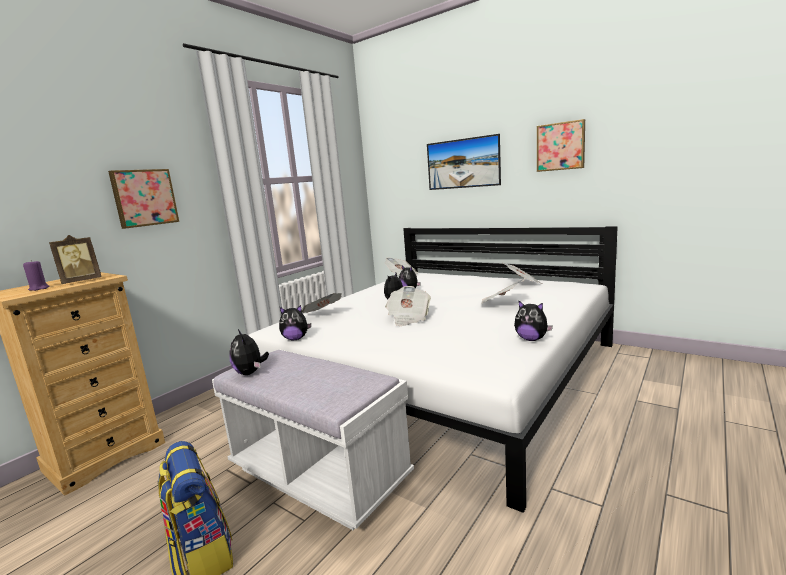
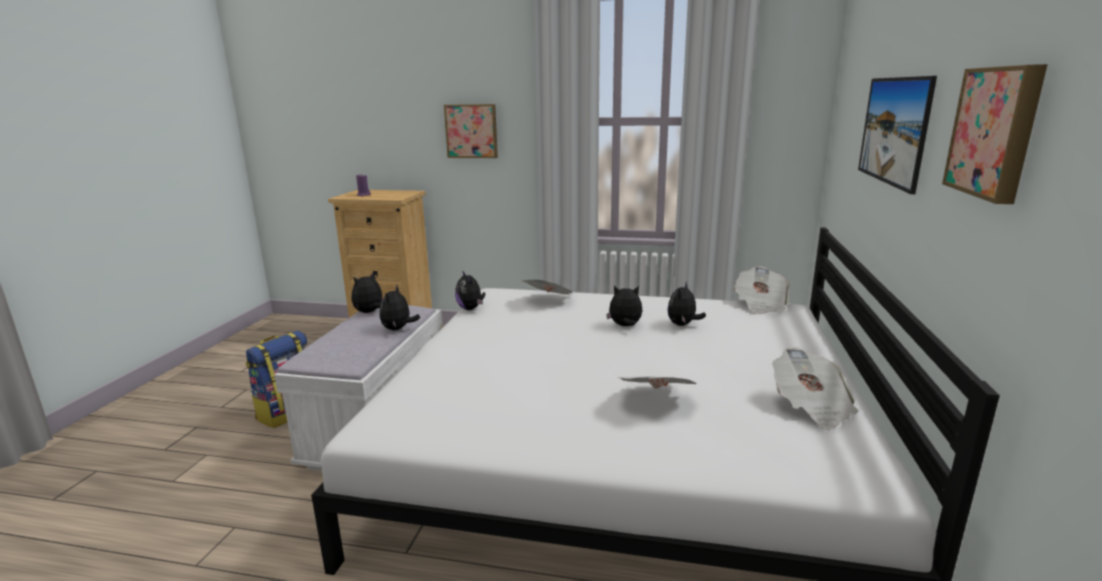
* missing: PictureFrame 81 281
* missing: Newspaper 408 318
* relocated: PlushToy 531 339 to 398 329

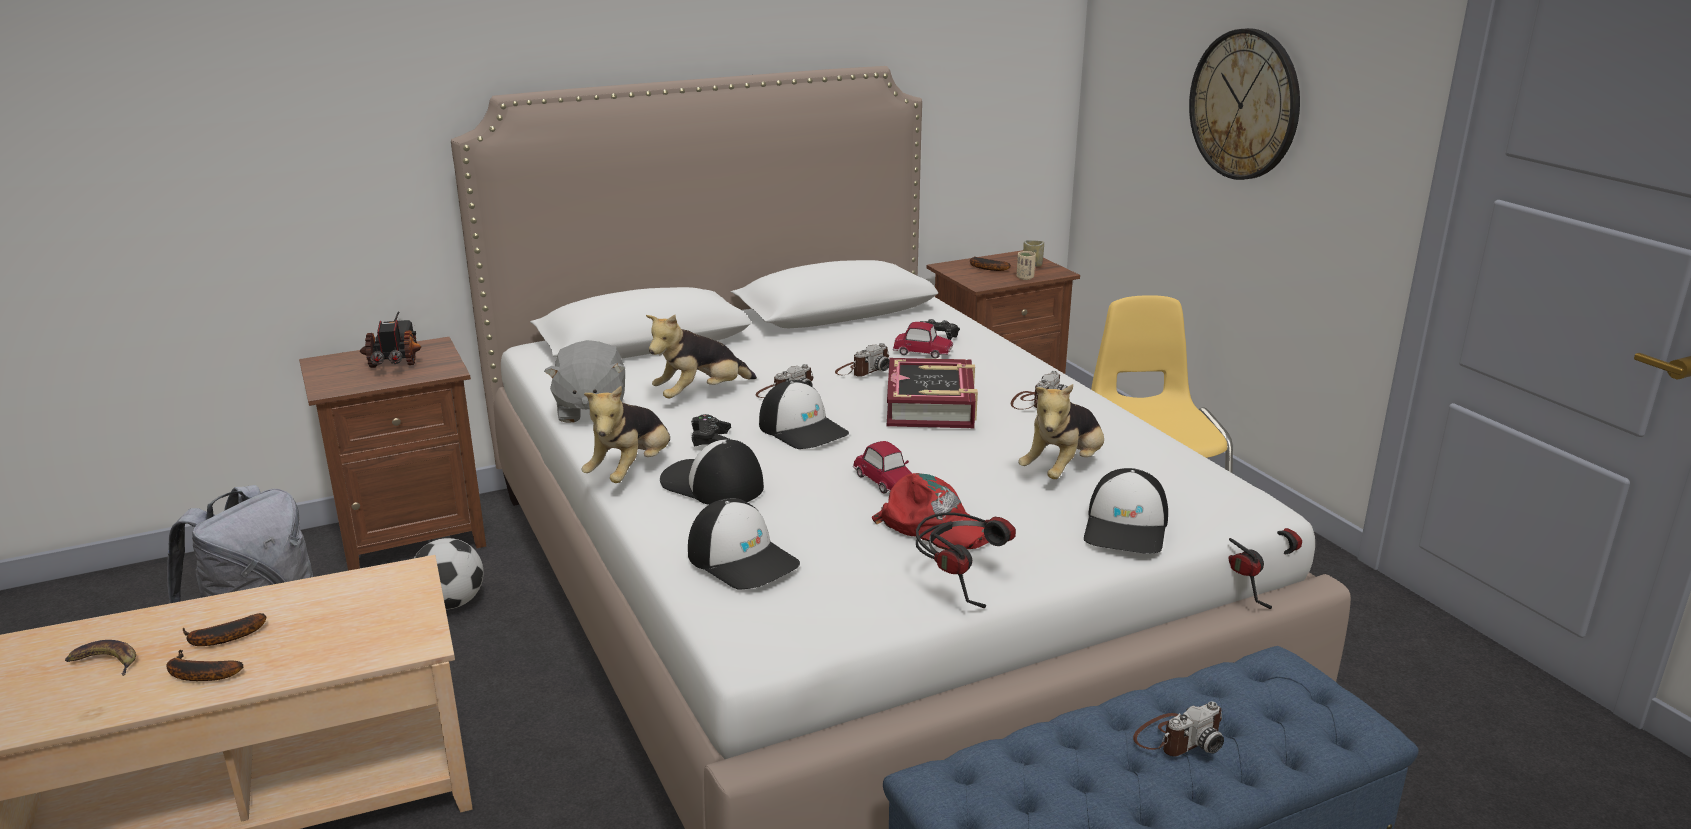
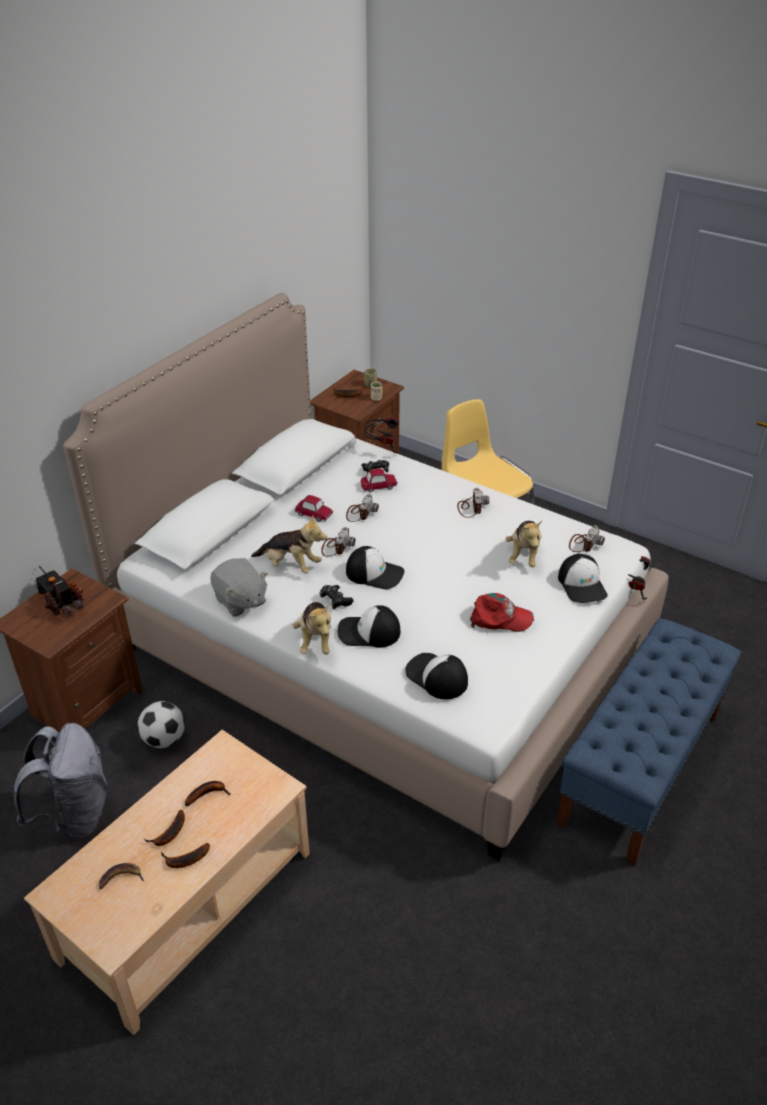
* missing: WallClock 1245 104
* spun: PlushToy 701 395 = 290 565 90 degrees counterclockwise
* missing: Book 931 405
* relocated: ToyCar 885 481 to 314 514
* spun: Cap 743 559 = 436 677 150 degrees counterclockwise
* relocated: Headphones 959 585 to 382 447
* relocated: PhotoCamera 1177 738 to 584 543
* appeared: Banana 208 793

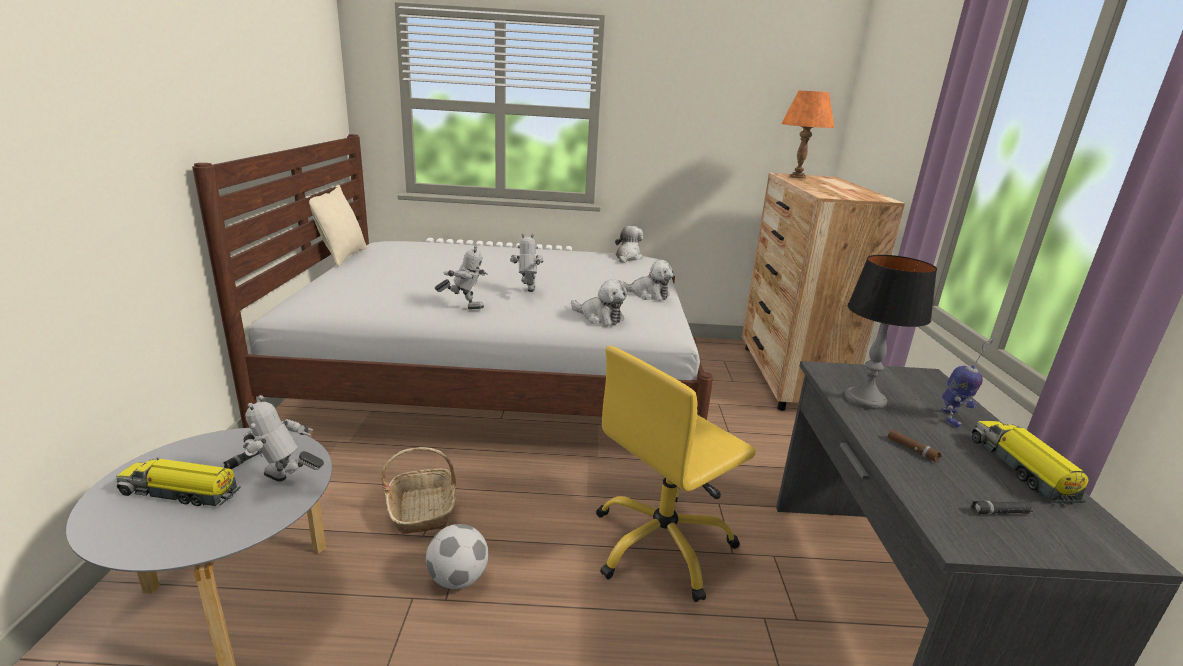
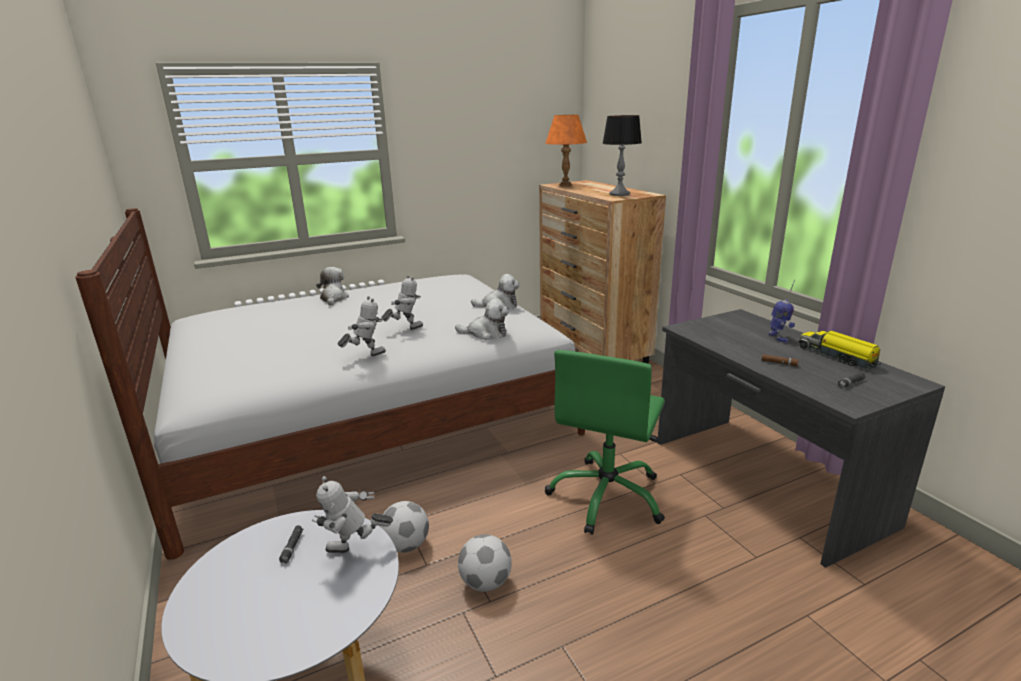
* missing: BeigePillow 342 256
* relocated: PlushToy 627 257 to 333 298
* spun: ToyRobot 527 293 = 405 329 90 degrees clockwise
* relocated: TableLamp 864 400 to 619 194
* colour: YellowOfficeChair 662 545 to GreenOfficeChair 607 496
* exchanged: Basket 423 509 to Football 406 545
* missing: ToyTruck 181 493

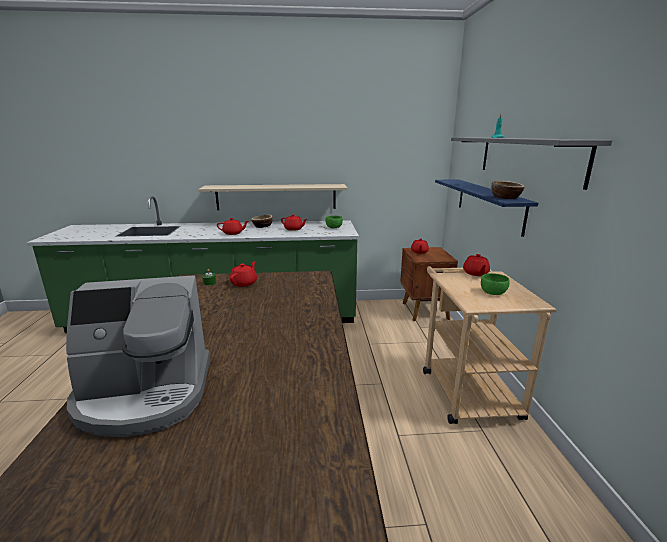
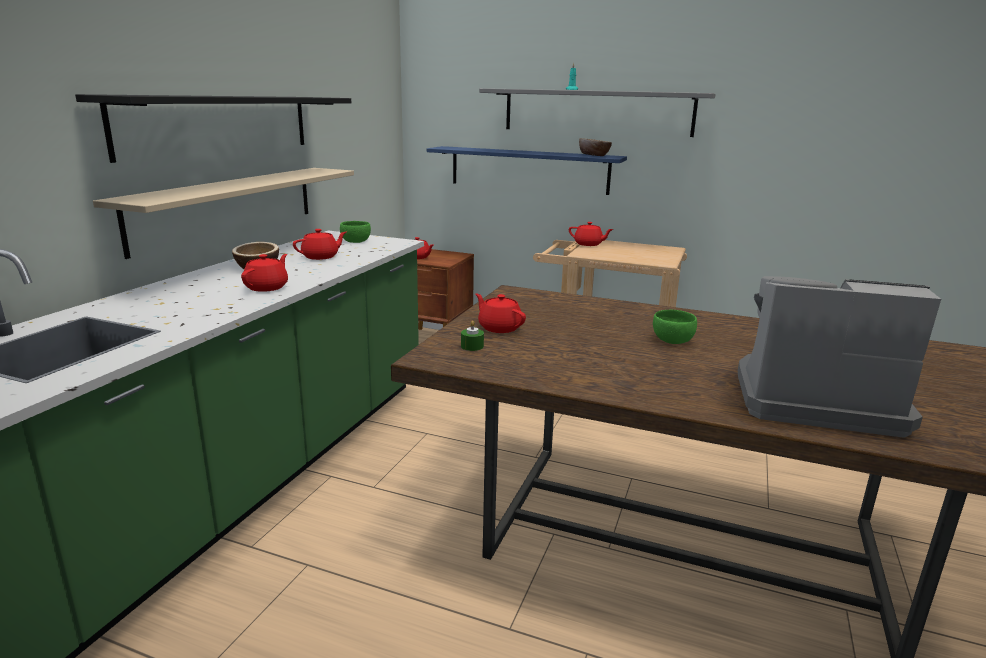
* relocated: GreenBowl 493 292 to 673 340
* spun: CoffeeMachine 146 394 = 813 400 90 degrees counterclockwise
* appeared: BlackShelf 220 124

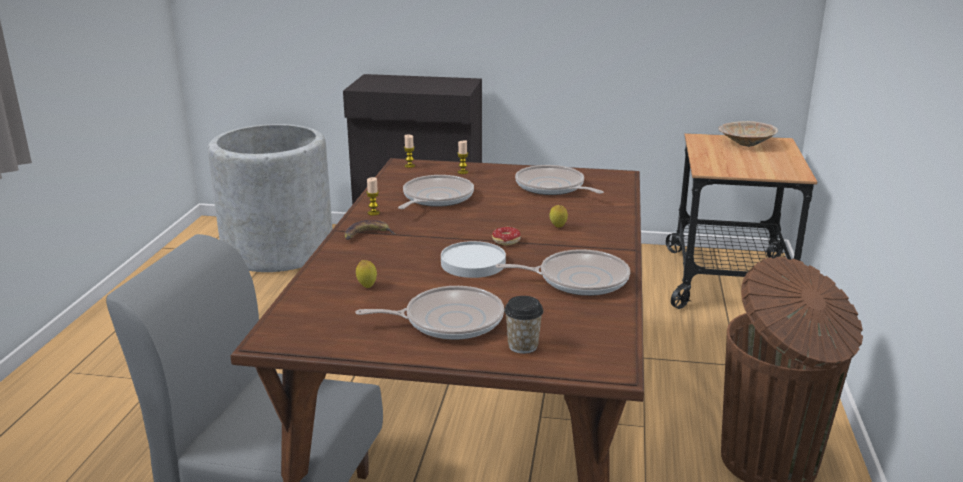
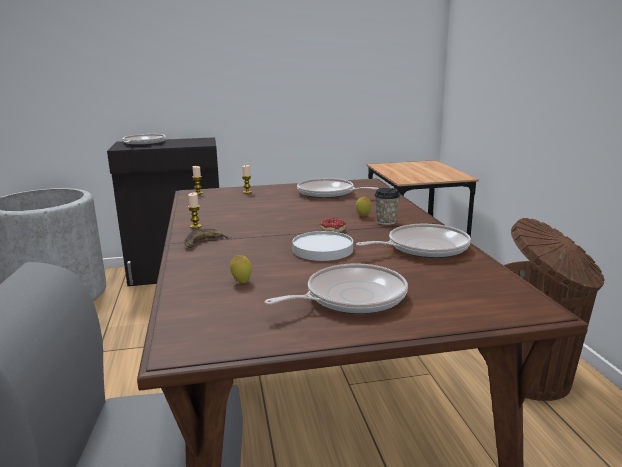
* missing: BeigeBowl 745 144
* relocated: FryingPan 435 198 to 143 143
* relocated: Cup 523 346 to 386 222

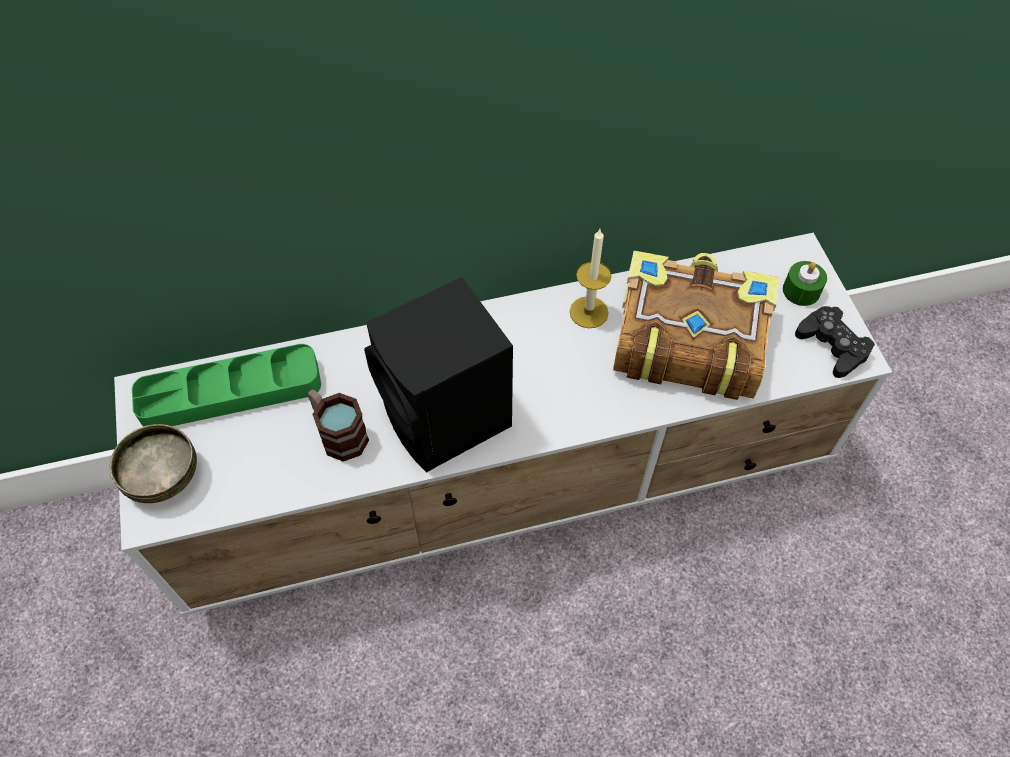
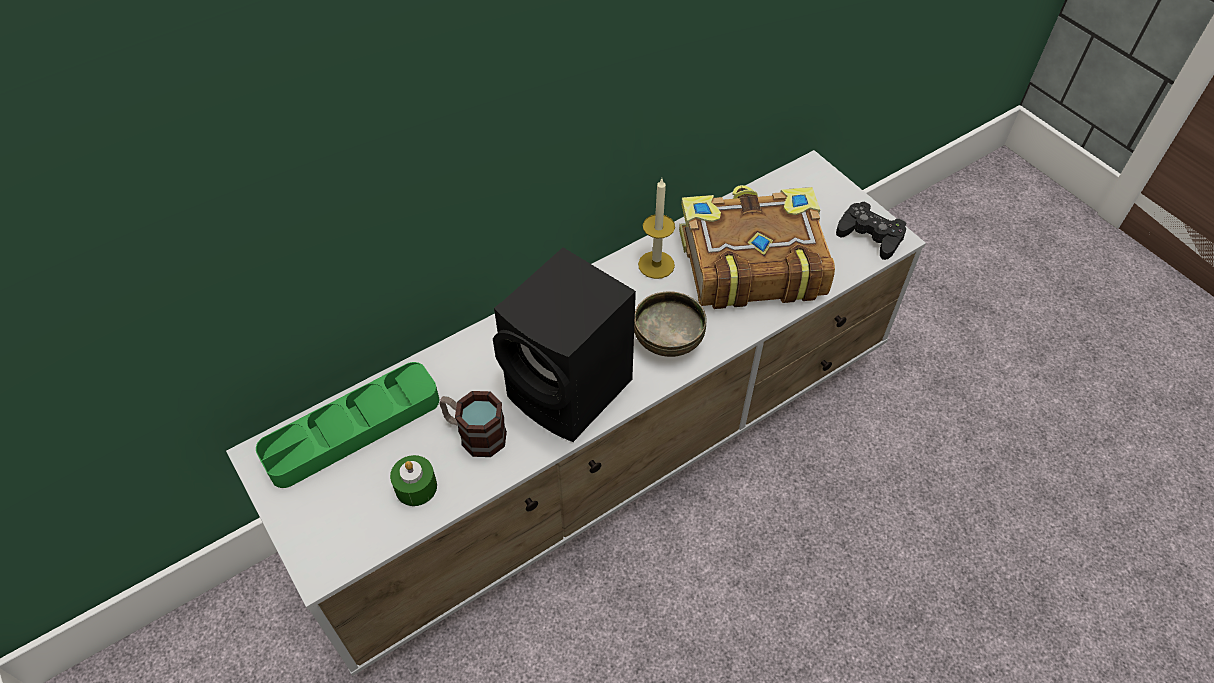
* relocated: GreenCandle 801 291 to 416 487
* relocated: Bowl 162 477 to 667 341

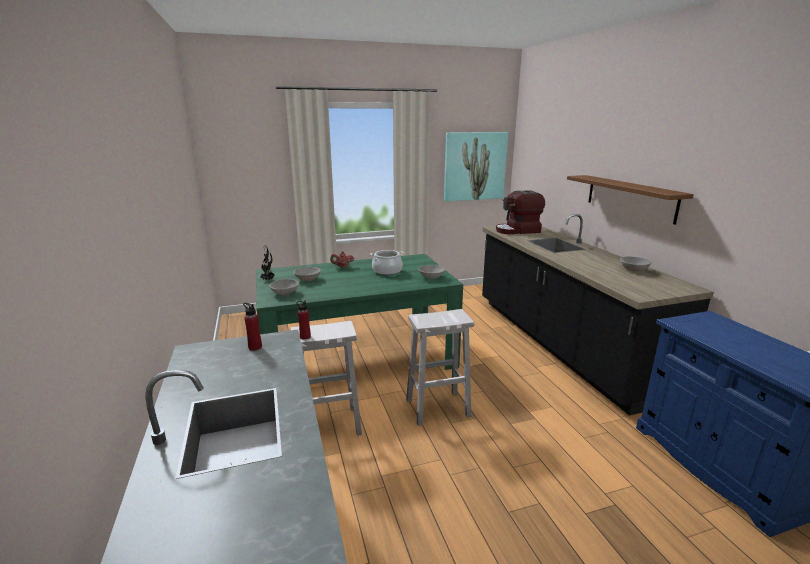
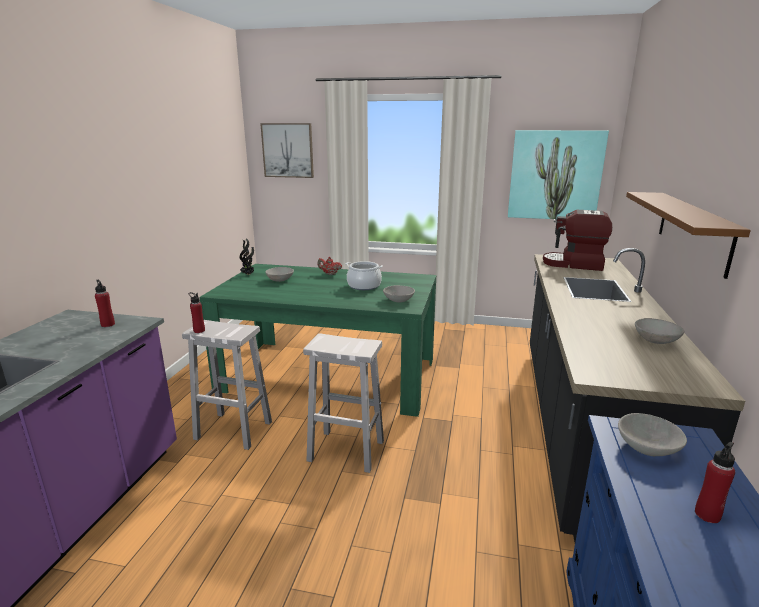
* relocated: GreyBowl 285 293 to 647 448
* appeared: Picture 288 150
* appeared: RedBottle 707 514

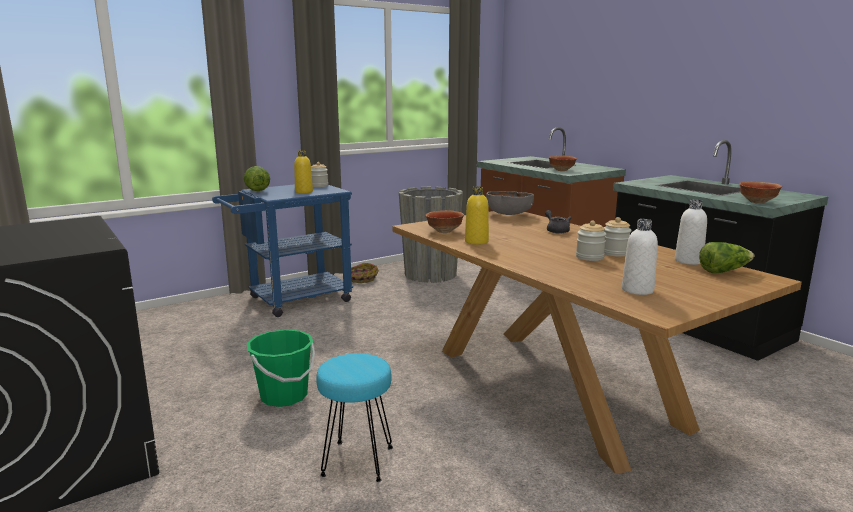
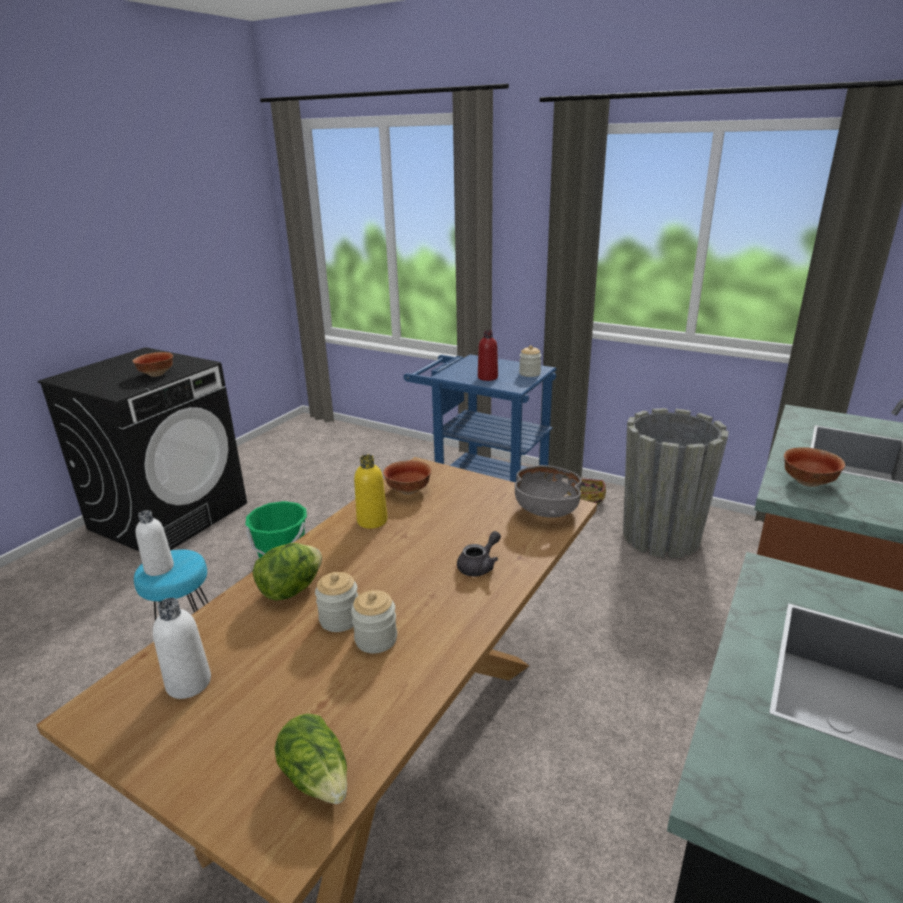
* colour: YellowBottle 304 192 to RedBottle 487 377
* relocated: Lettuce 257 190 to 291 590
* relocated: Bowl 758 202 to 156 374
* relocated: WhiteBottle 688 261 to 159 568

